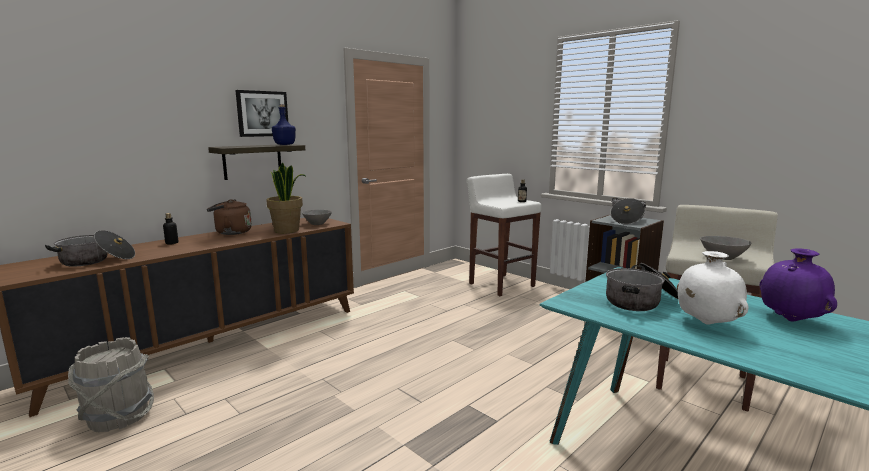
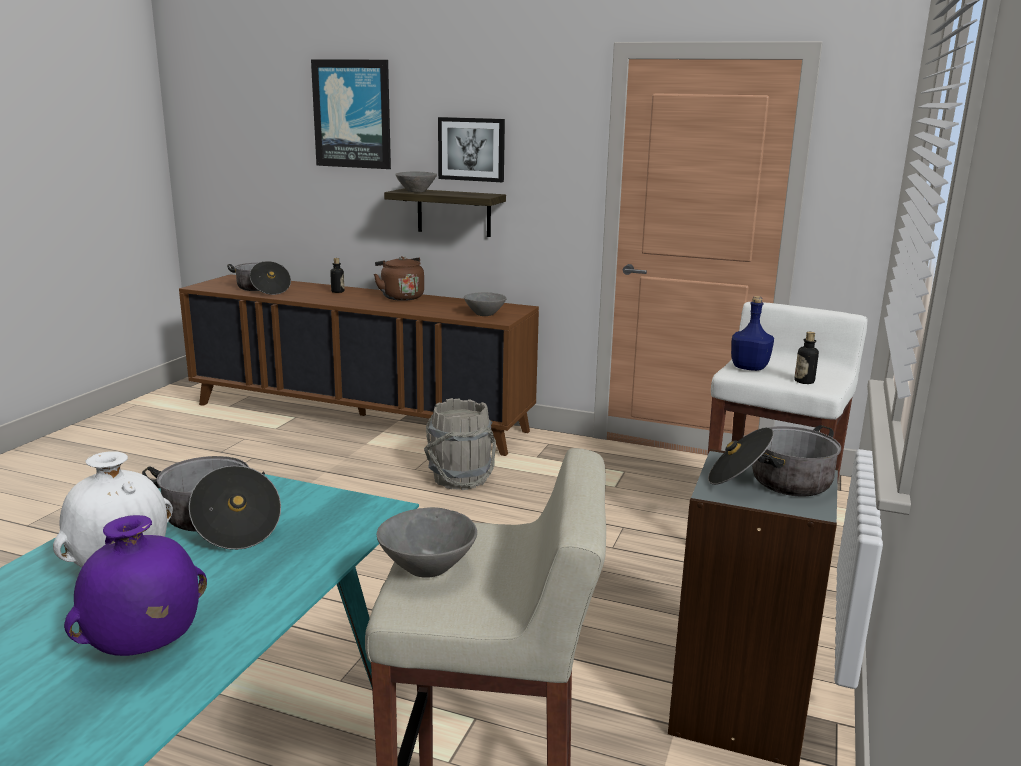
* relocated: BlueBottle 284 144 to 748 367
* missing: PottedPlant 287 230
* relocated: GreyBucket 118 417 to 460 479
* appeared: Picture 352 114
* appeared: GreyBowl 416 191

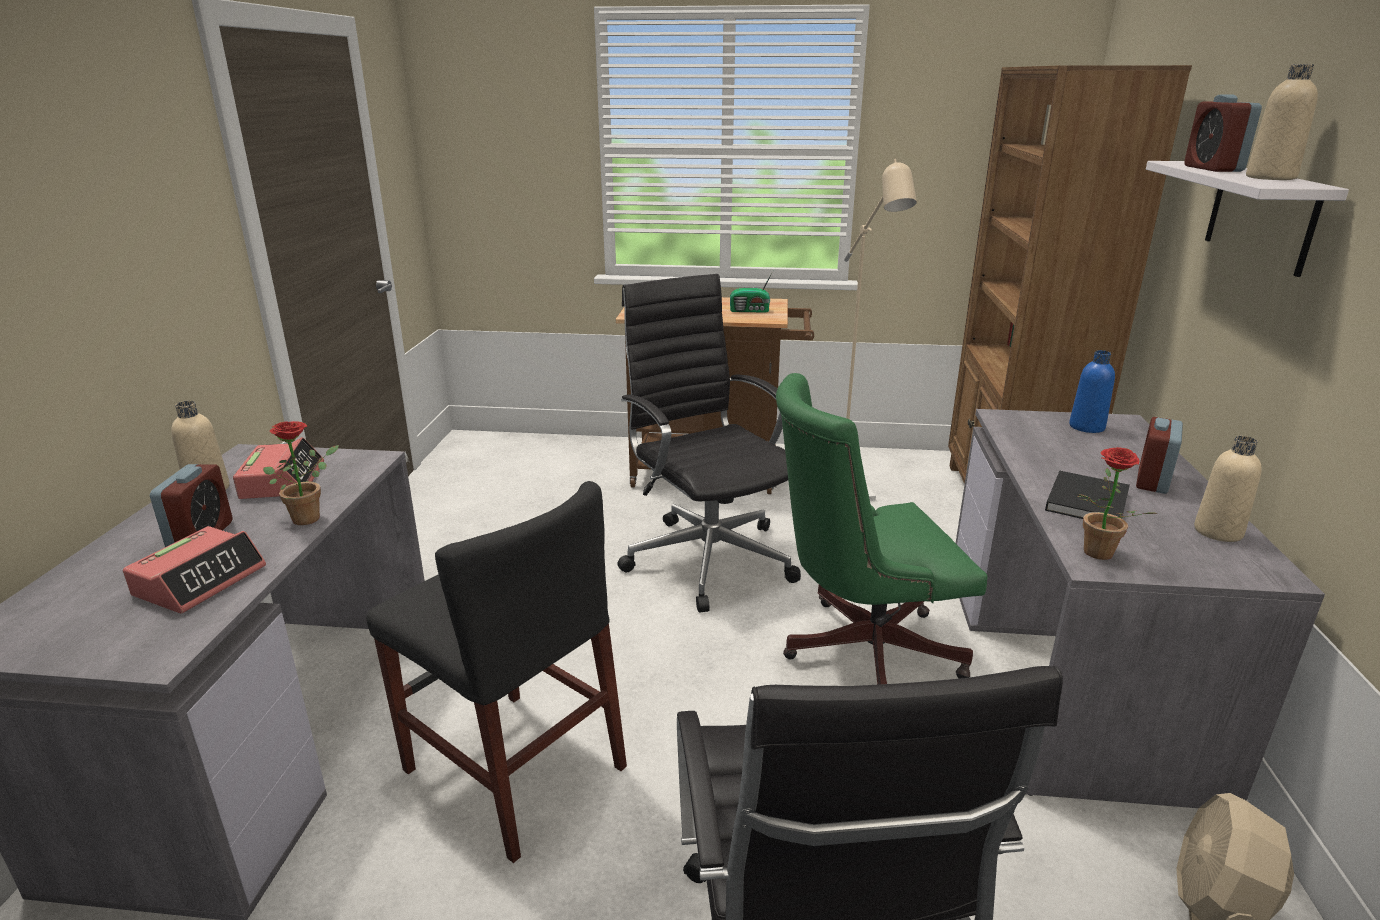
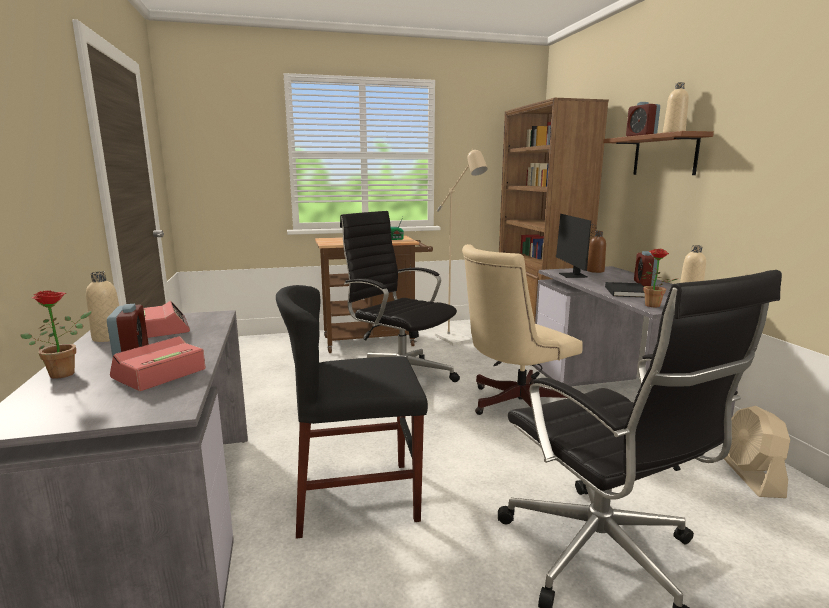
* colour: WhiteShelf 1260 215 to BrownShelf 664 155
* colour: BlueBottle 1086 427 to BrownBottle 595 271
* colour: GreenOfficeChair 860 651 to BeigeOfficeChair 513 405
* relocated: PottedPlant 311 516 to 66 372
* spun: BlackChair 514 768 = 356 497 150 degrees clockwise
* spun: AlarmClock 200 581 = 159 374 150 degrees counterclockwise
* appeared: Monitor 573 276

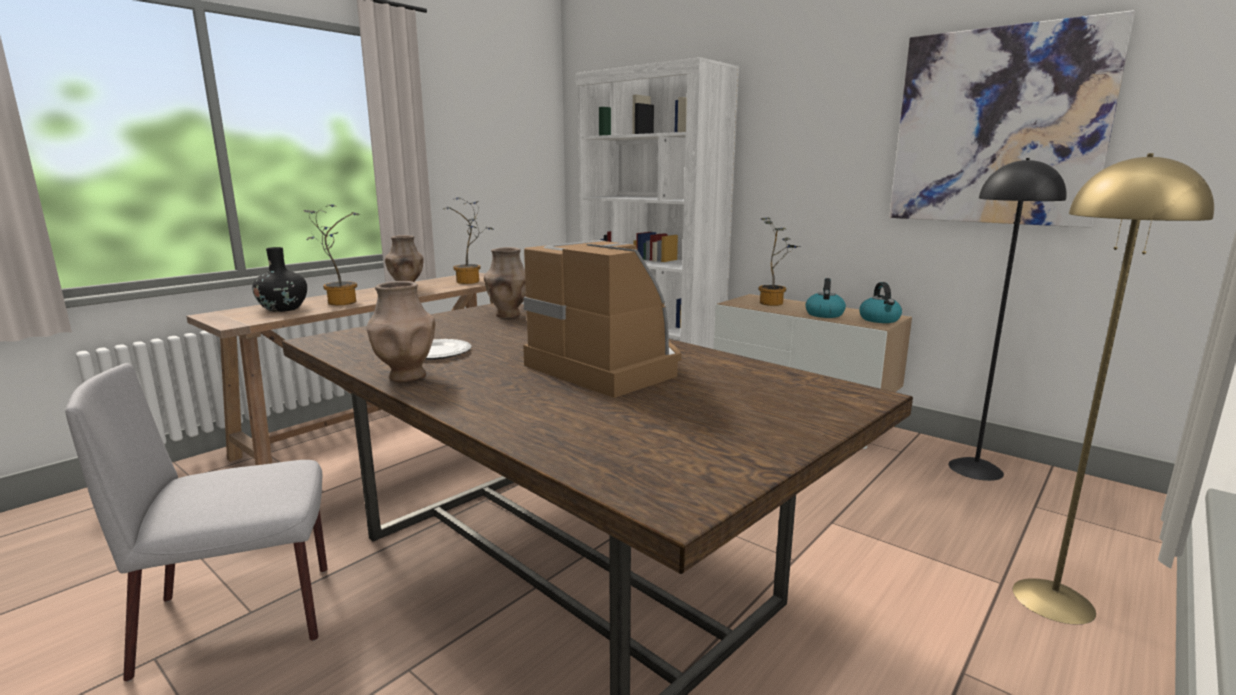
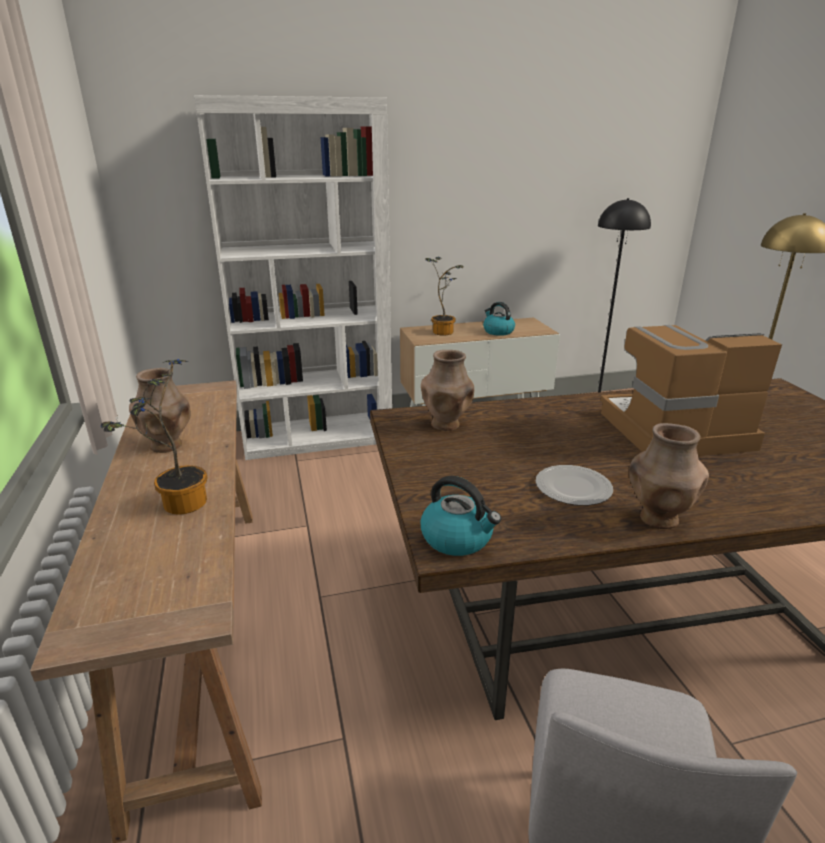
* missing: Picture 997 127
* missing: PottedPlant 471 282
* missing: BlackVase 283 309
* relocated: Kettle 880 319 to 458 538

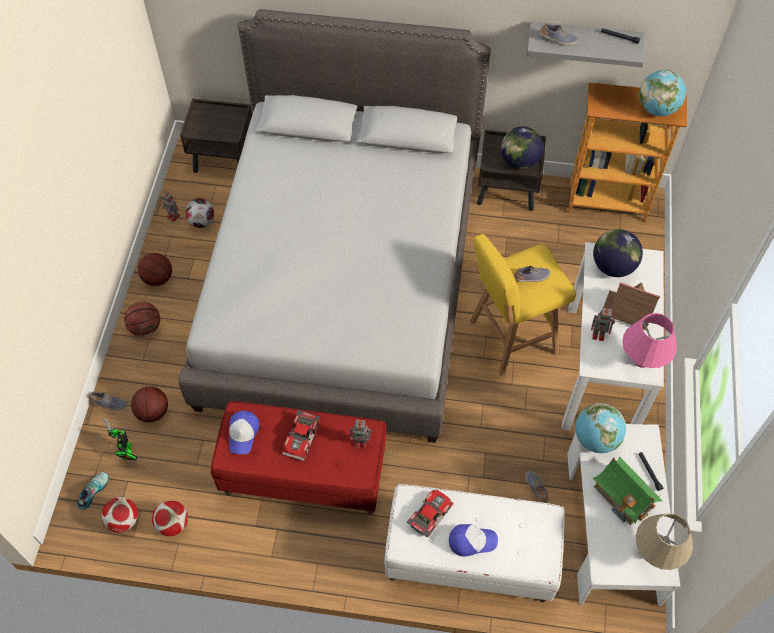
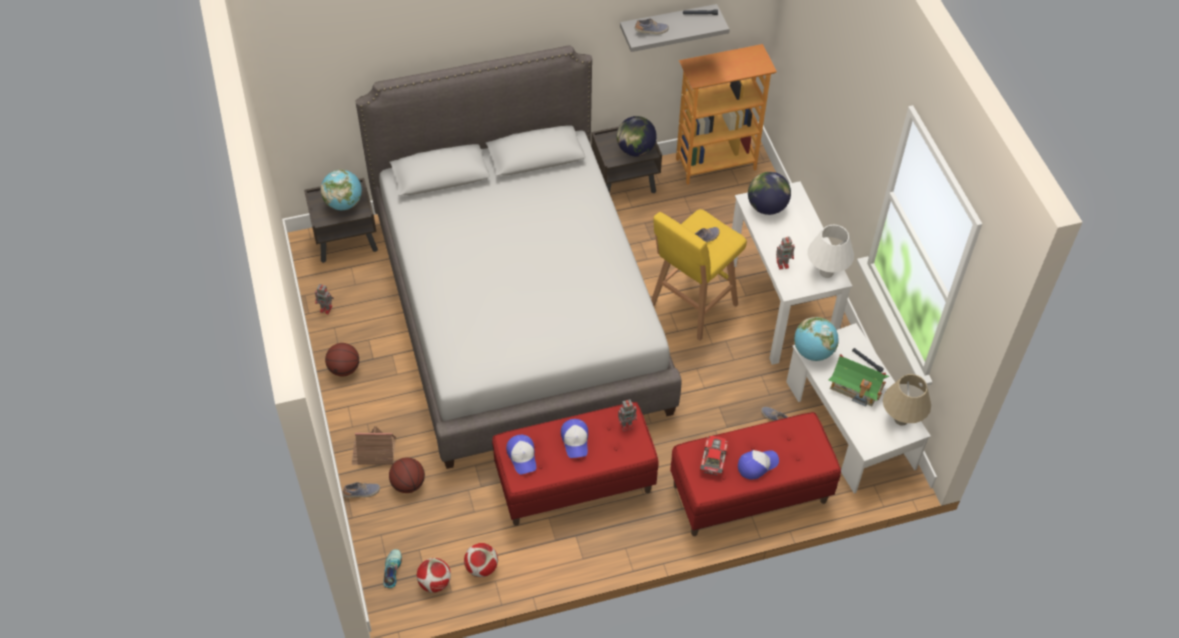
* relocated: Globe 657 109 to 344 203
* missing: Football 202 221
* relocated: ToyHouse 628 310 to 374 453
* missing: Basketball 146 327
* colour: PinkTableLamp 642 361 to WhiteTableLamp 826 272
* exchanged: ToyCar 302 438 to Cap 575 440
* missing: ToyRobot 126 452
* colour: WhiteBench 470 558 to RedBench 749 494

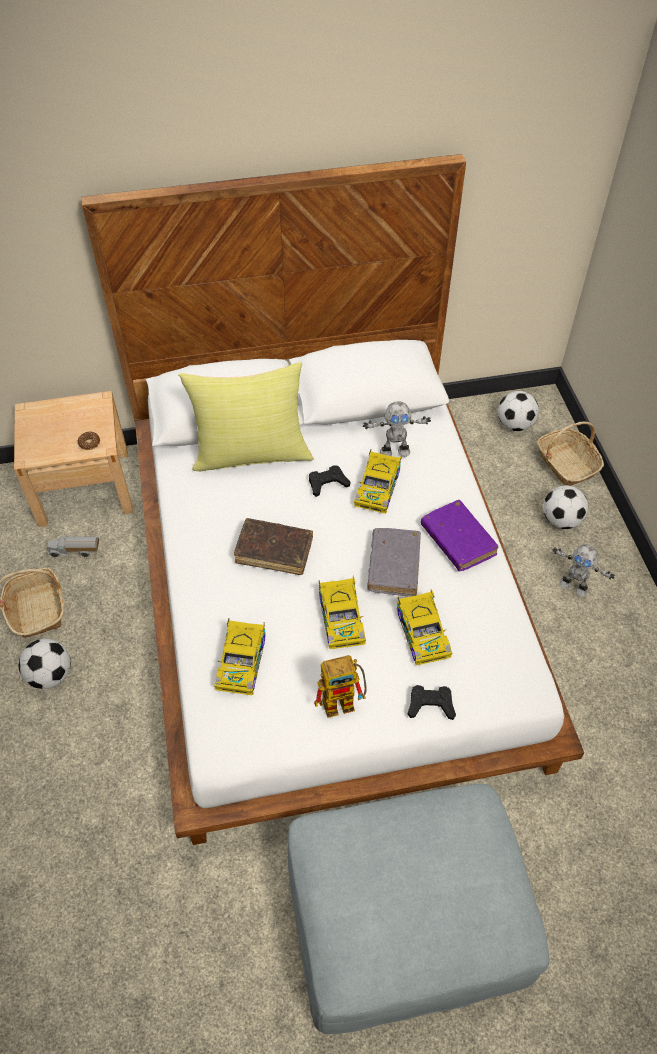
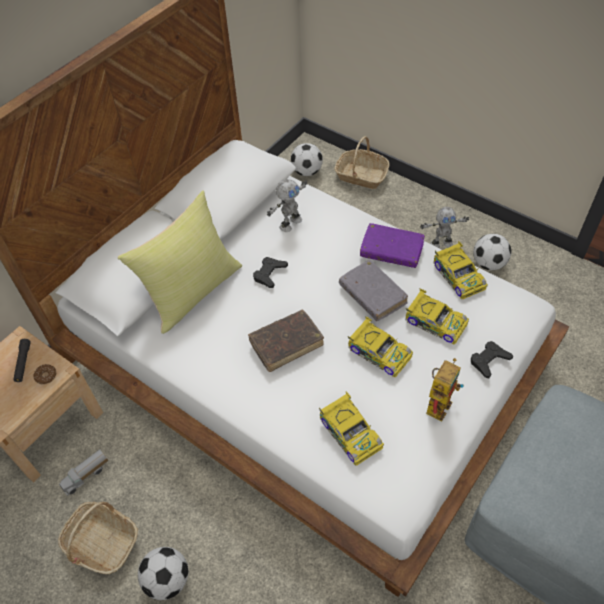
* relocated: ToyCar 378 487 to 458 275
* relocated: Football 561 520 to 488 263
* appeared: BlackFlashlight 23 363

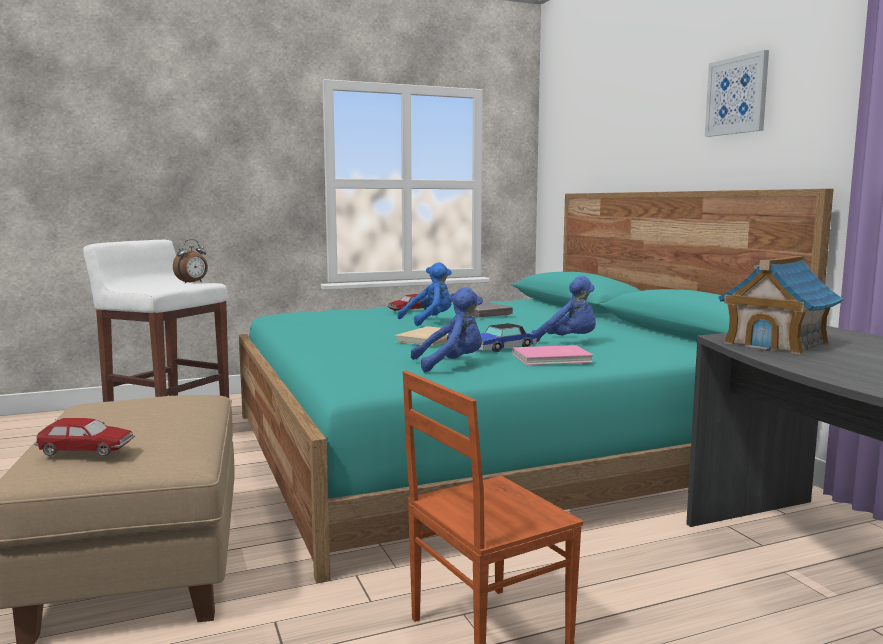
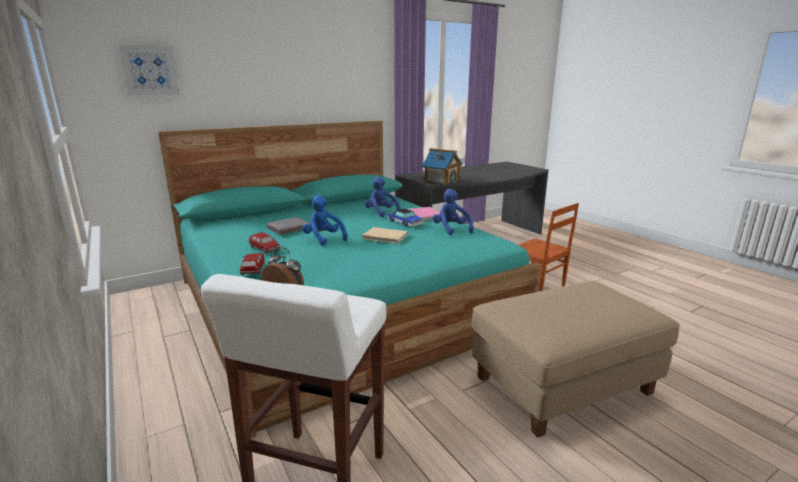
* relocated: Picture 737 95 to 149 70
* spun: BluePlushToy 569 342 = 381 213 60 degrees counterclockwise
* relocated: ToyCar 86 450 to 253 268

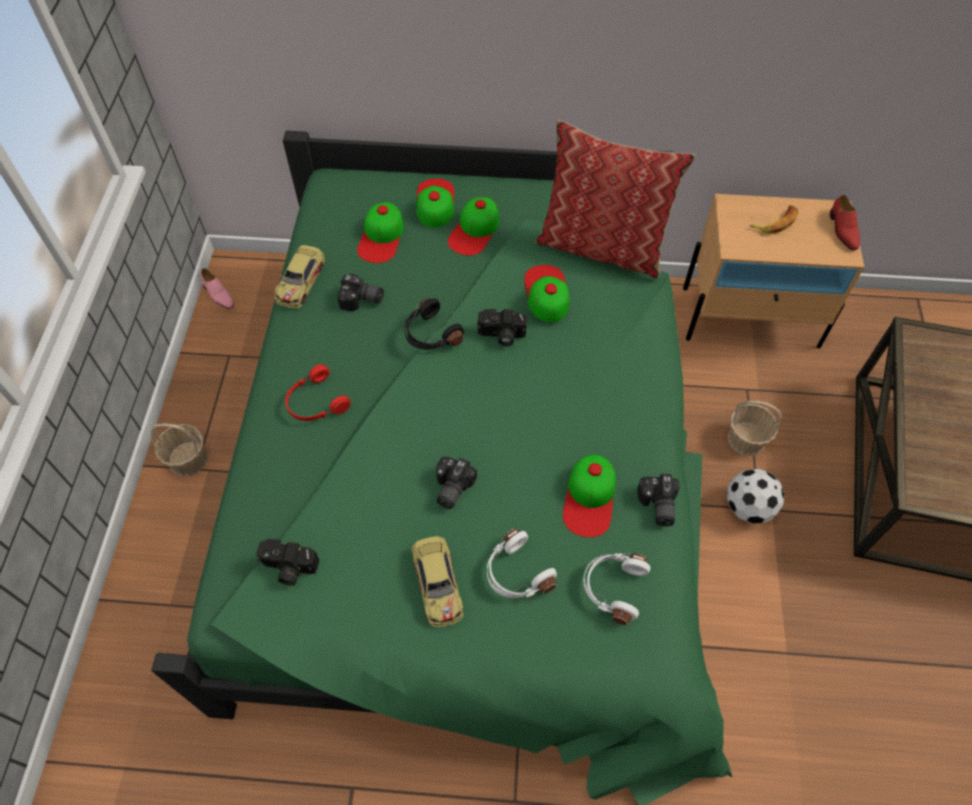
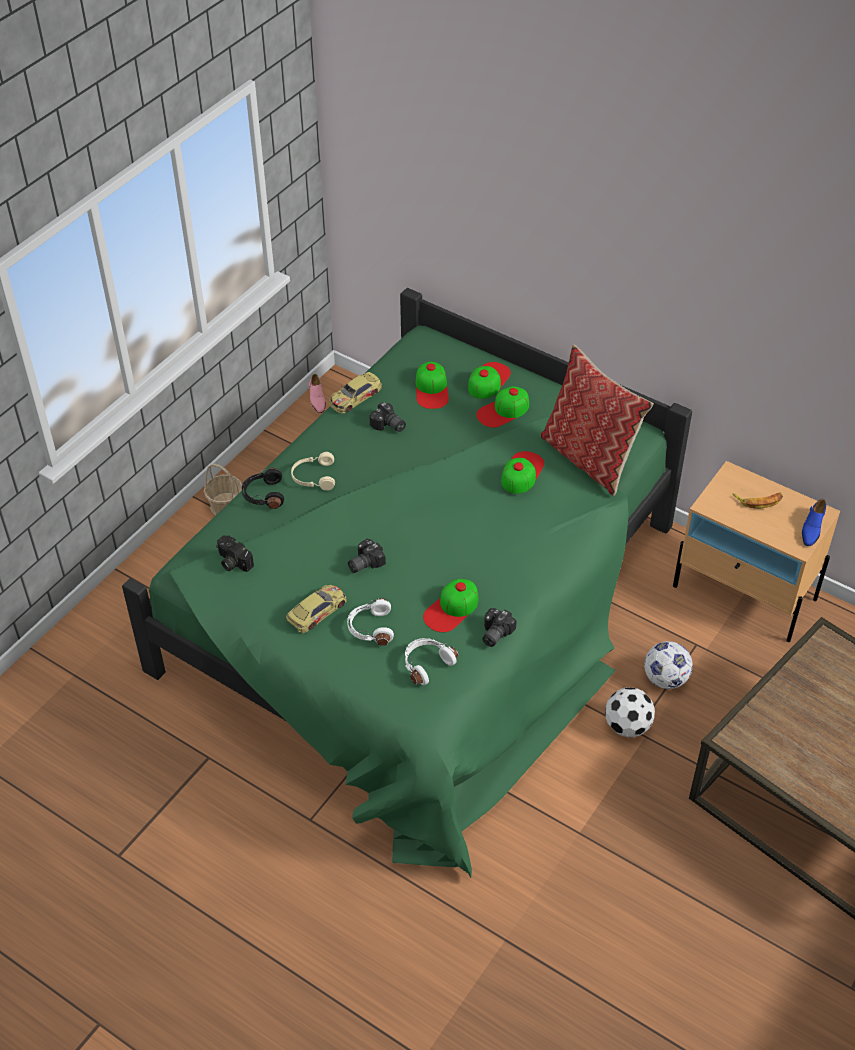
* colour: RedShoe 842 230 to BlueShoe 812 529
* spun: Cap 381 237 = 432 389 45 degrees counterclockwise
* relocated: BlackHeadphones 430 334 to 263 495
* missing: PhotoCamera 501 335
* colour: RedHeadphones 315 403 to BeigeHeadphones 313 477
* exchanged: Basket 746 439 to Football 665 679
* spun: ToyCar 437 583 = 317 611 150 degrees counterclockwise

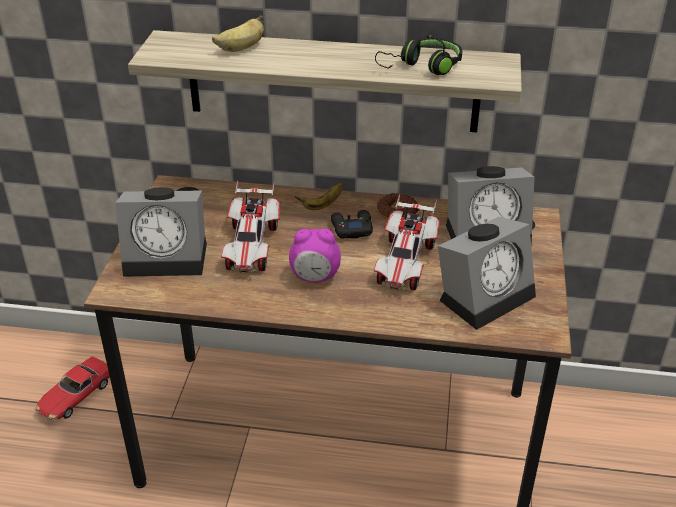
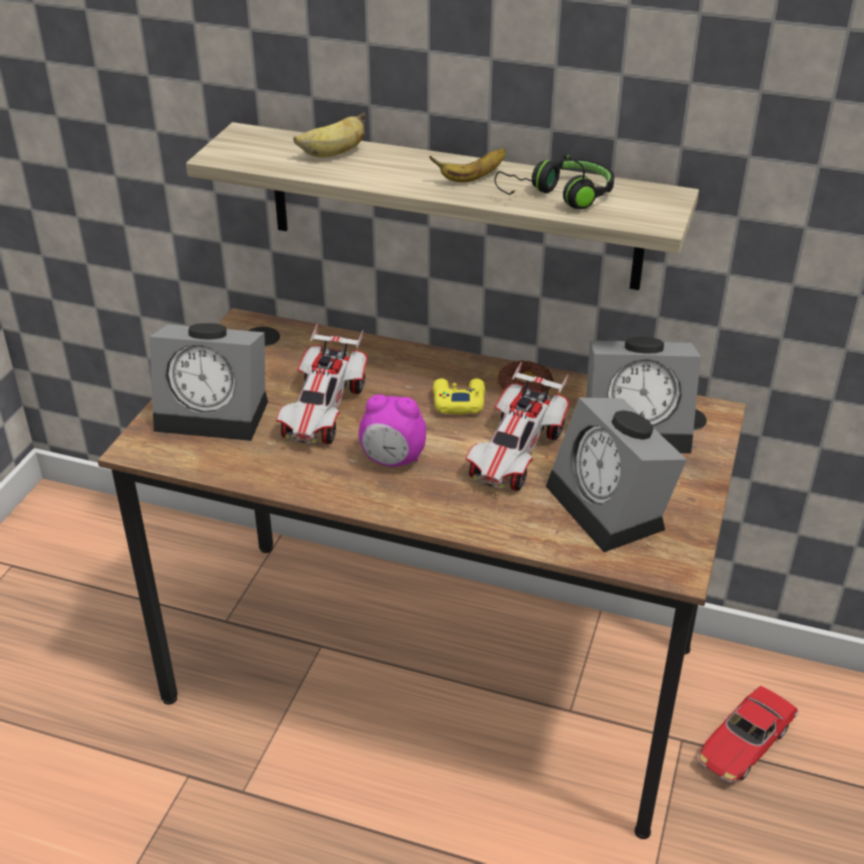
* relocated: Banana 322 205 to 471 178
* colour: BlackGameController 351 228 to YellowGameController 458 401
* spun: AlarmClock 486 295 = 612 508 90 degrees clockwise
* relocated: ToyCar 76 396 to 744 744

